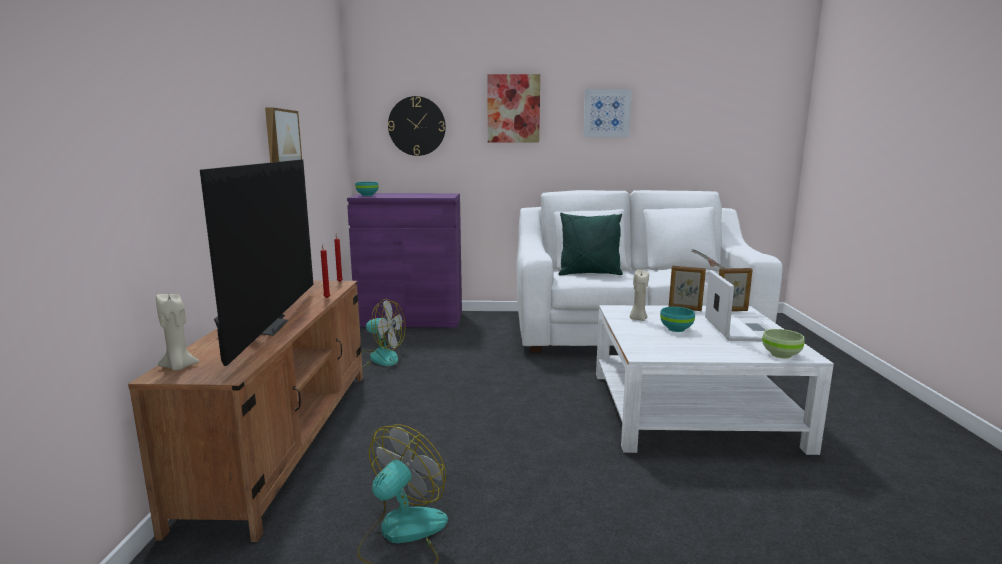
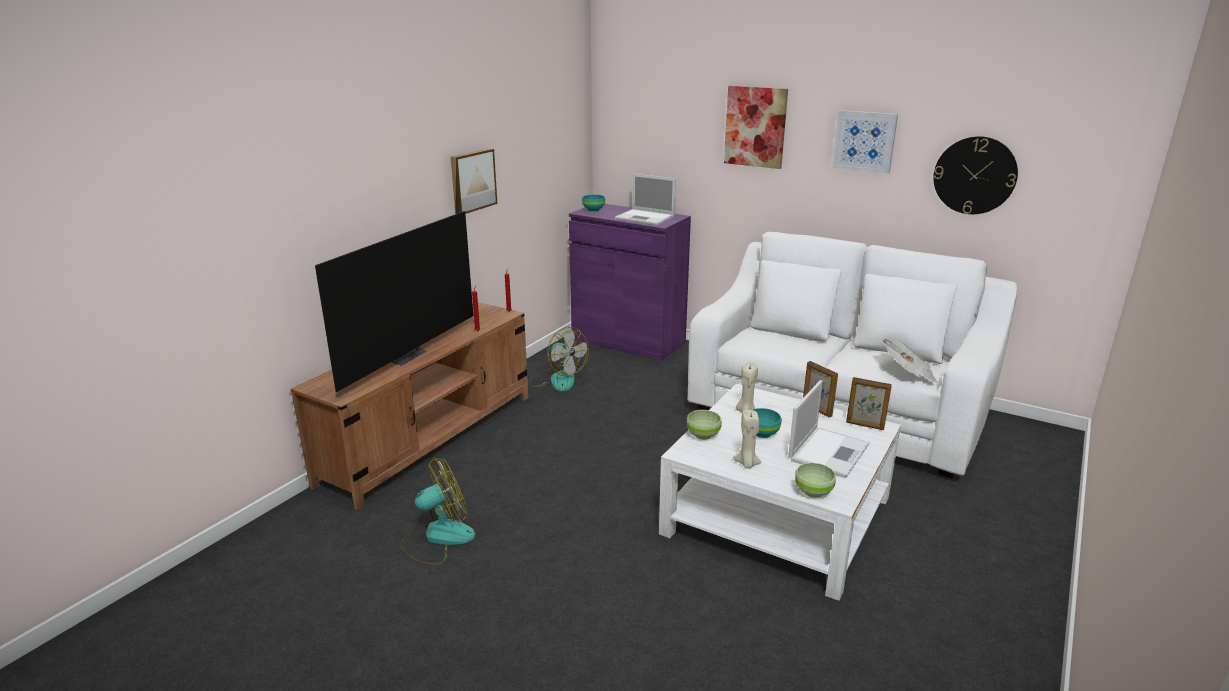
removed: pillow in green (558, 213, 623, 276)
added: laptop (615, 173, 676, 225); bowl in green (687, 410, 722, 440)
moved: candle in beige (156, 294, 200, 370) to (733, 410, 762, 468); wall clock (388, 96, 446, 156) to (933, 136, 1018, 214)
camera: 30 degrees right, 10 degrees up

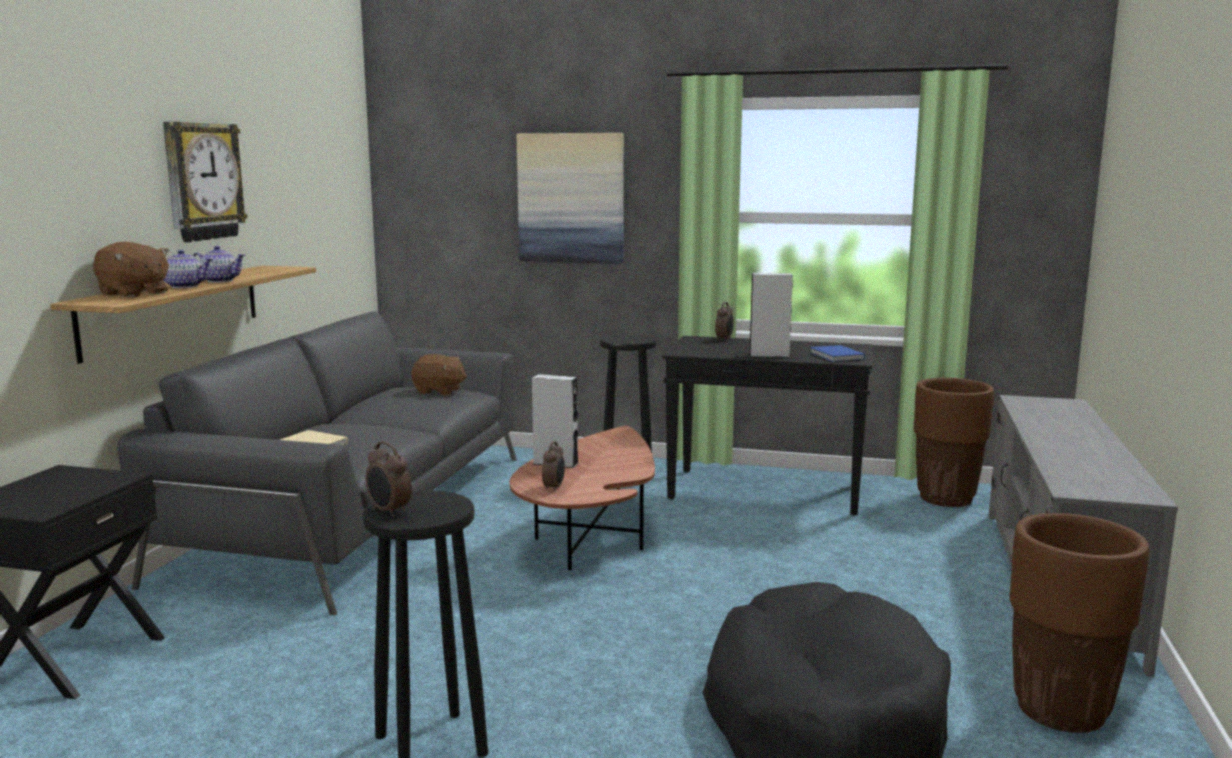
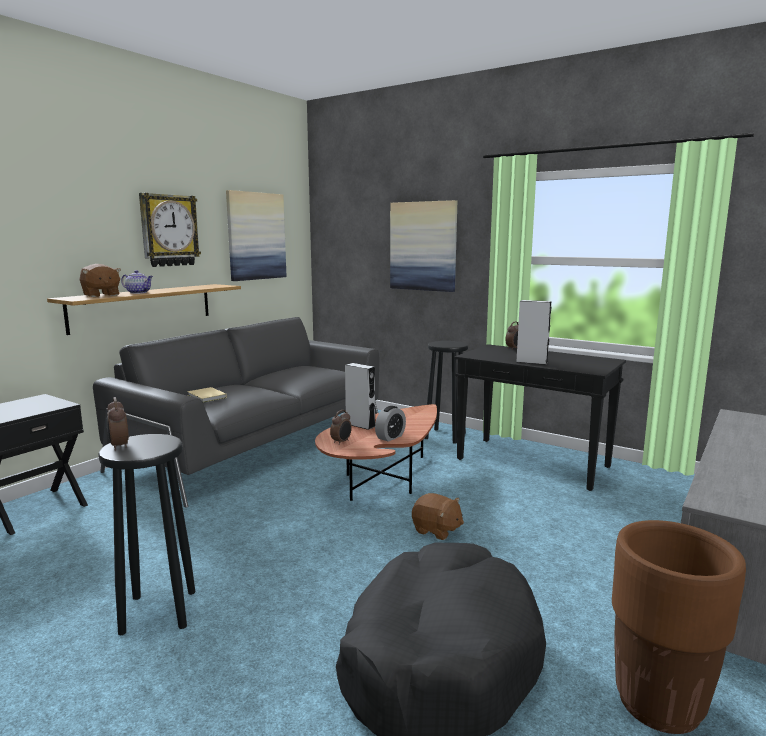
removed: teapot (193, 246, 245, 283); book in blue (810, 345, 865, 362); planter in brown (914, 378, 994, 507)
added: picture (226, 190, 286, 281); alarm clock (375, 406, 406, 442)
moved: plush toy in brown (411, 354, 467, 396) to (412, 493, 464, 540)
camera: 20 degrees right, 0 degrees up

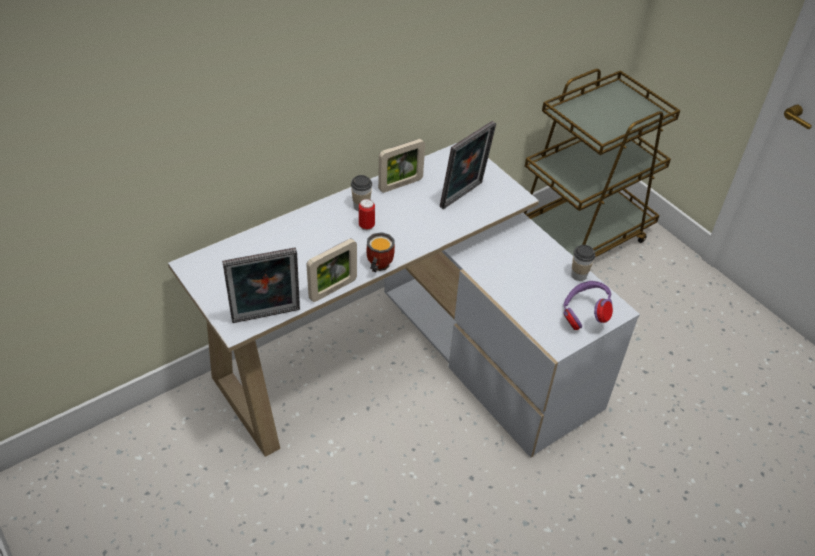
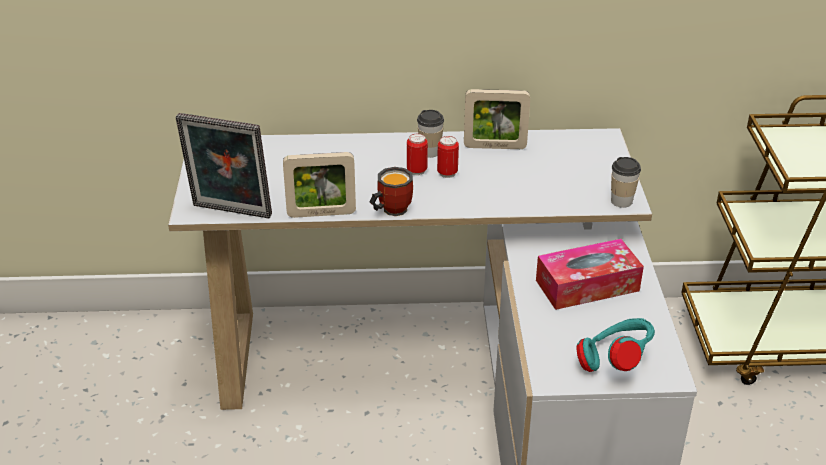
removed: picture frame (440, 121, 496, 209)
added: can (437, 136, 459, 178); tissue box (536, 239, 644, 310)
moved: cup (571, 245, 596, 281) to (611, 157, 641, 208)
recoloured: headphones in purple (563, 281, 613, 330) to headphones in turquoise (576, 318, 655, 372)
camera: 35 degrees right, 10 degrees down

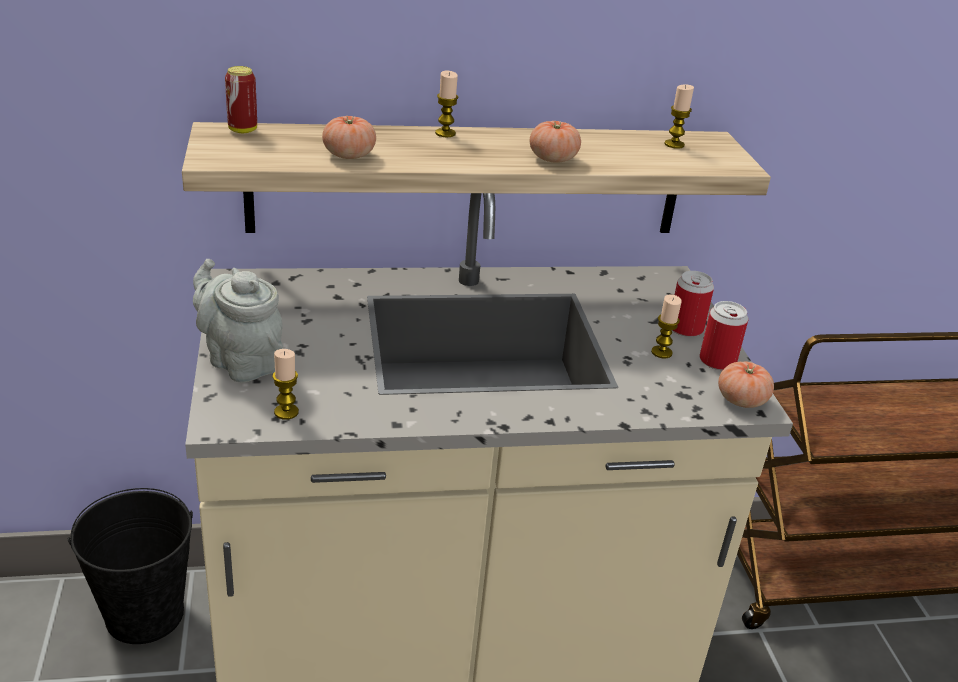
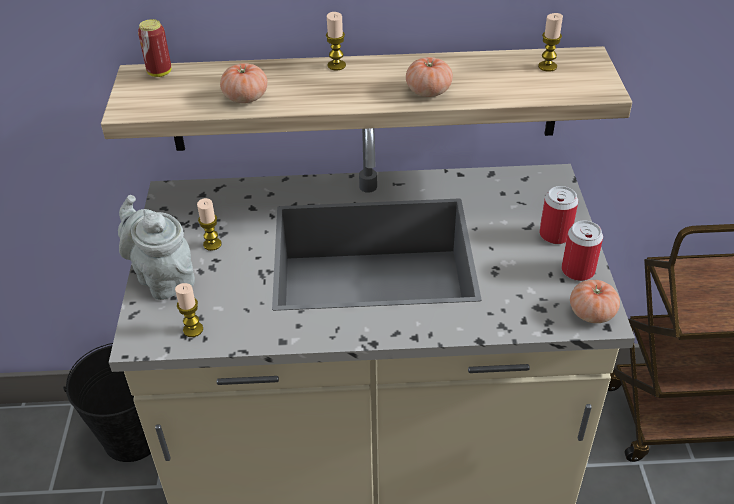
moved: candle (651, 294, 682, 358) to (197, 198, 222, 251)
camera: 10 degrees right, 10 degrees up

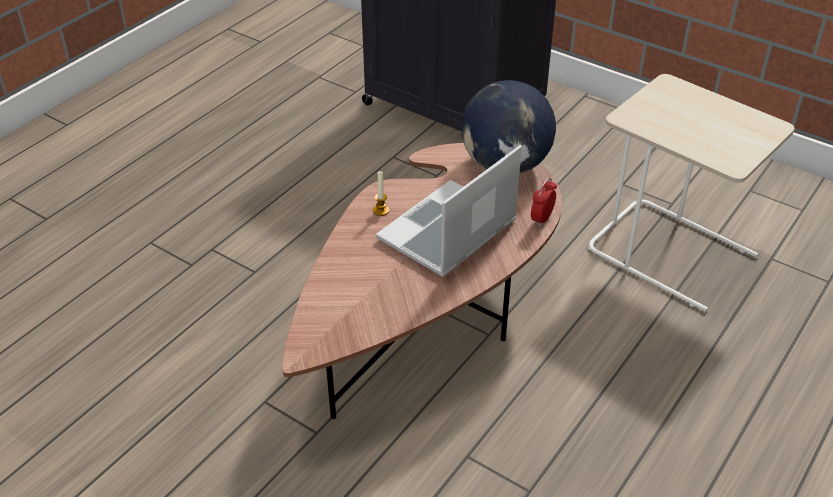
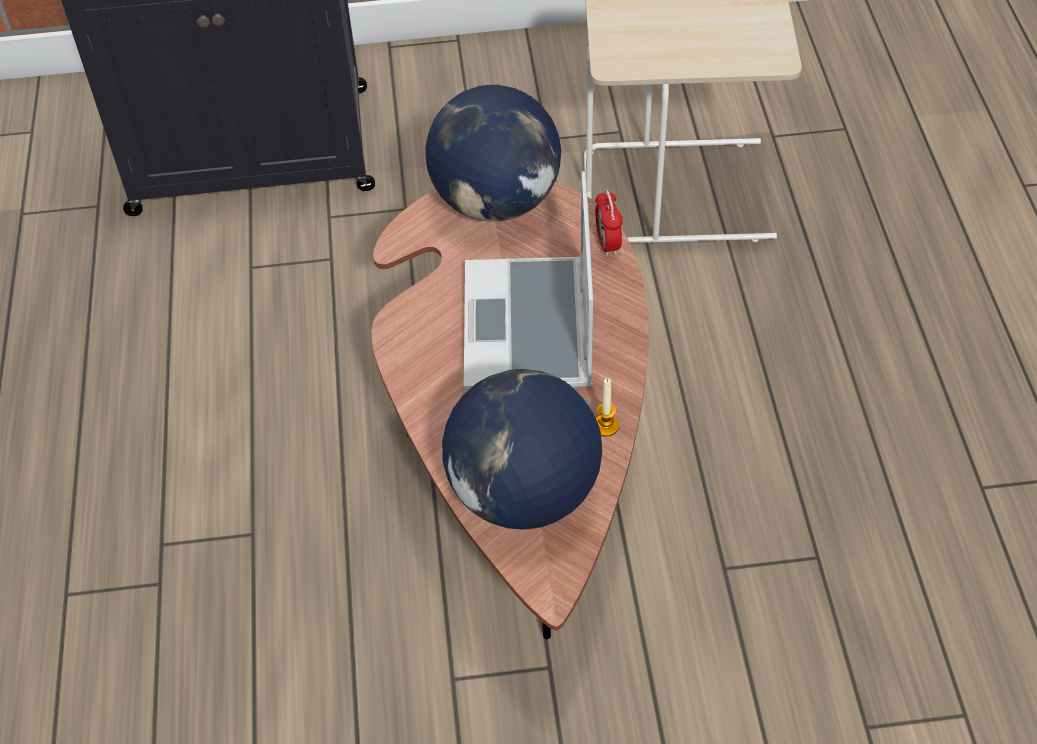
added: globe (442, 369, 602, 529)
moved: candle (373, 171, 390, 216) to (596, 378, 619, 436)
camera: 40 degrees left, 10 degrees up

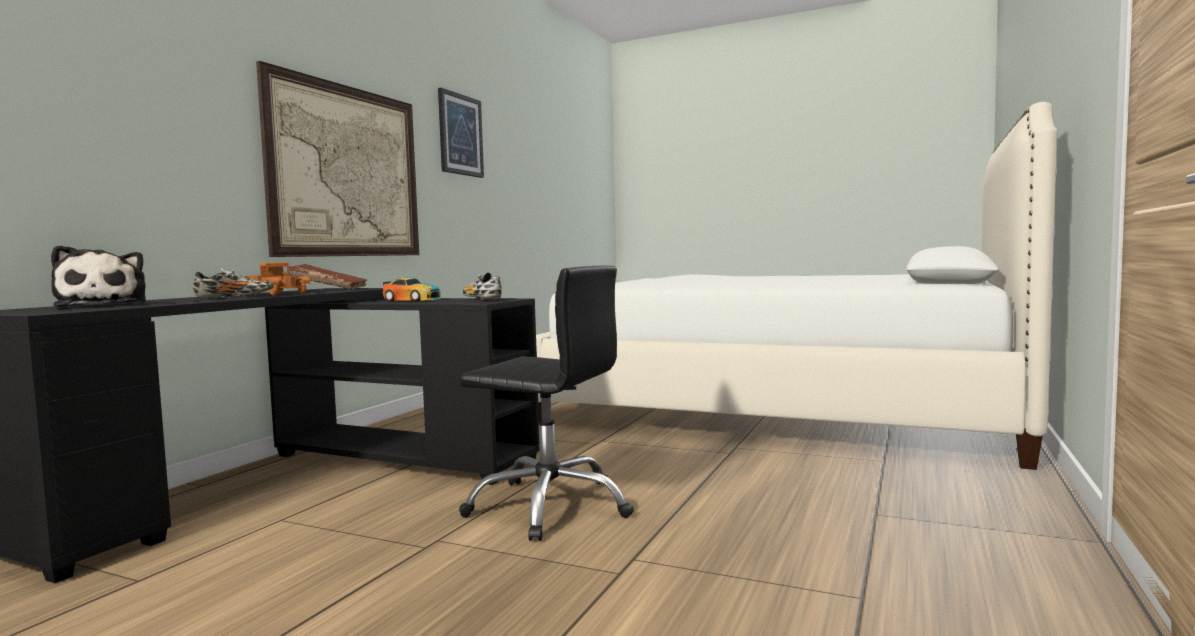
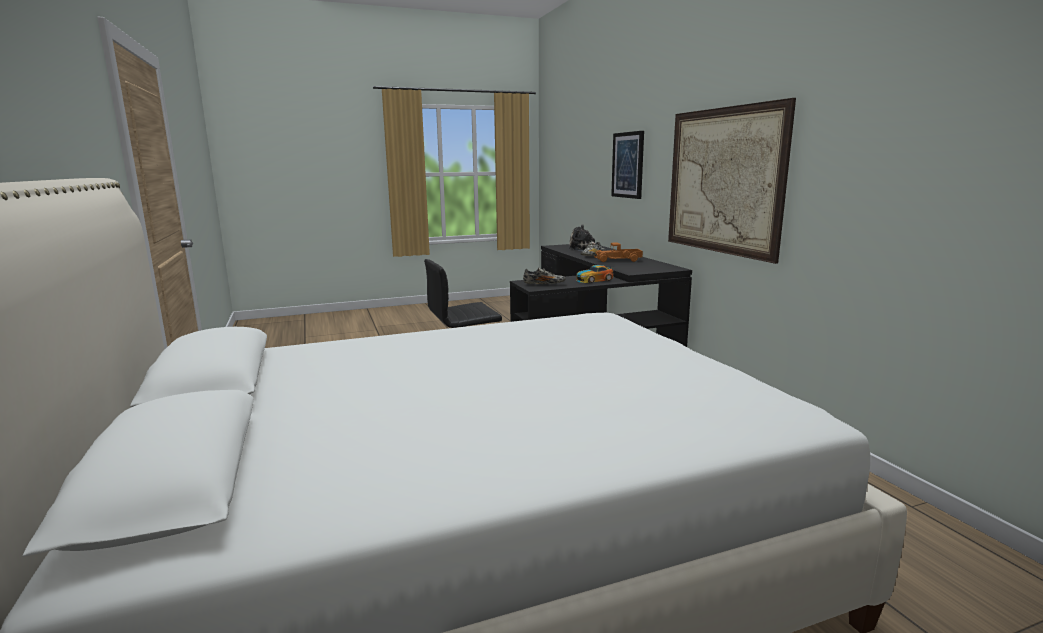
removed: book in brown (286, 264, 367, 290)
moved: picture (438, 88, 484, 178) to (611, 131, 644, 199)
camera: 135 degrees right, 10 degrees up

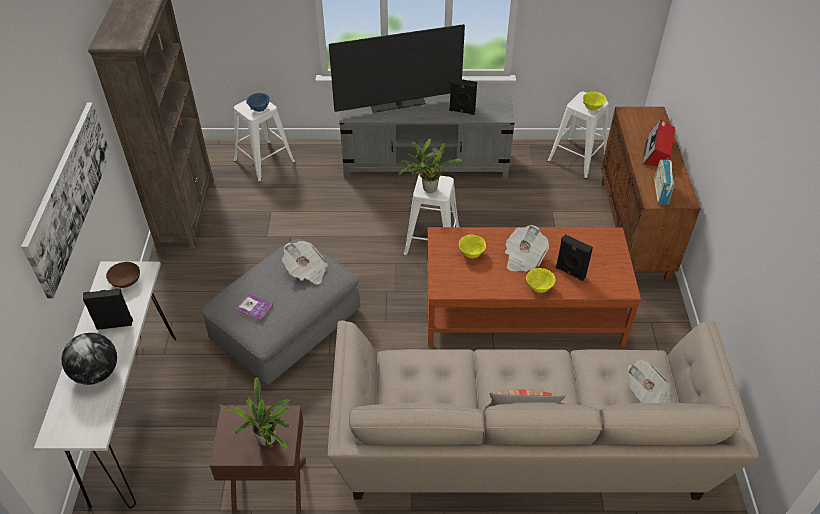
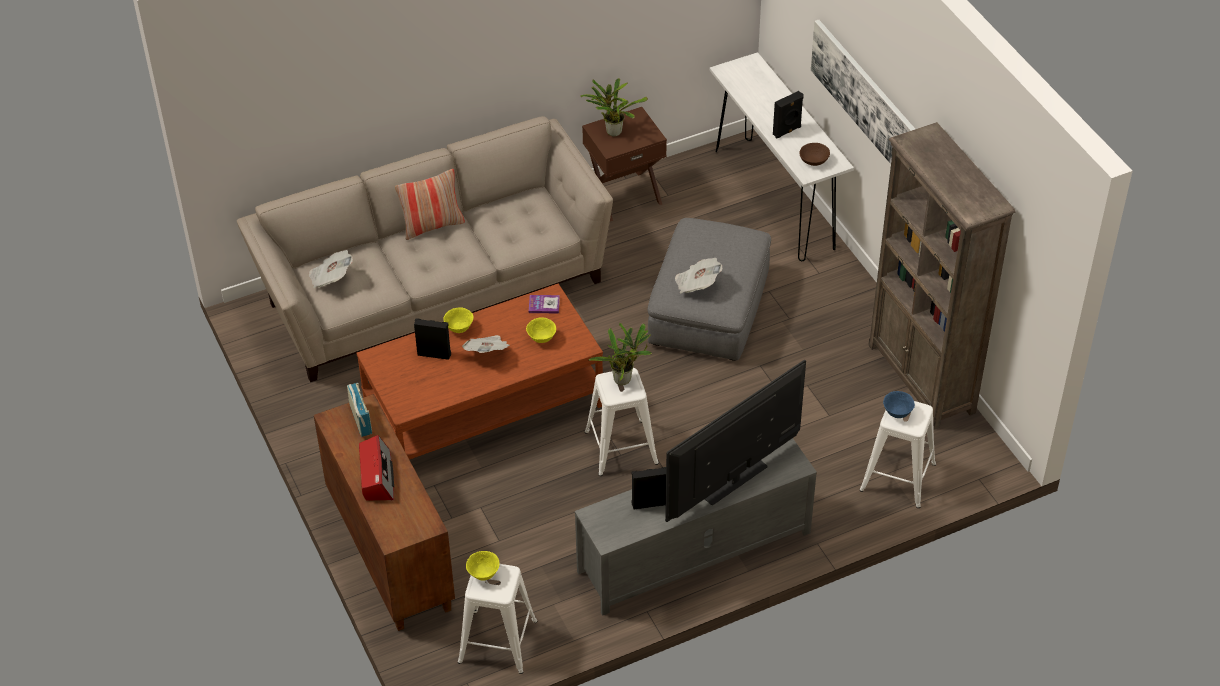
removed: globe (62, 333, 117, 385)
moved: book (236, 294, 273, 321) to (529, 295, 560, 313)
camera: 155 degrees right, 0 degrees up

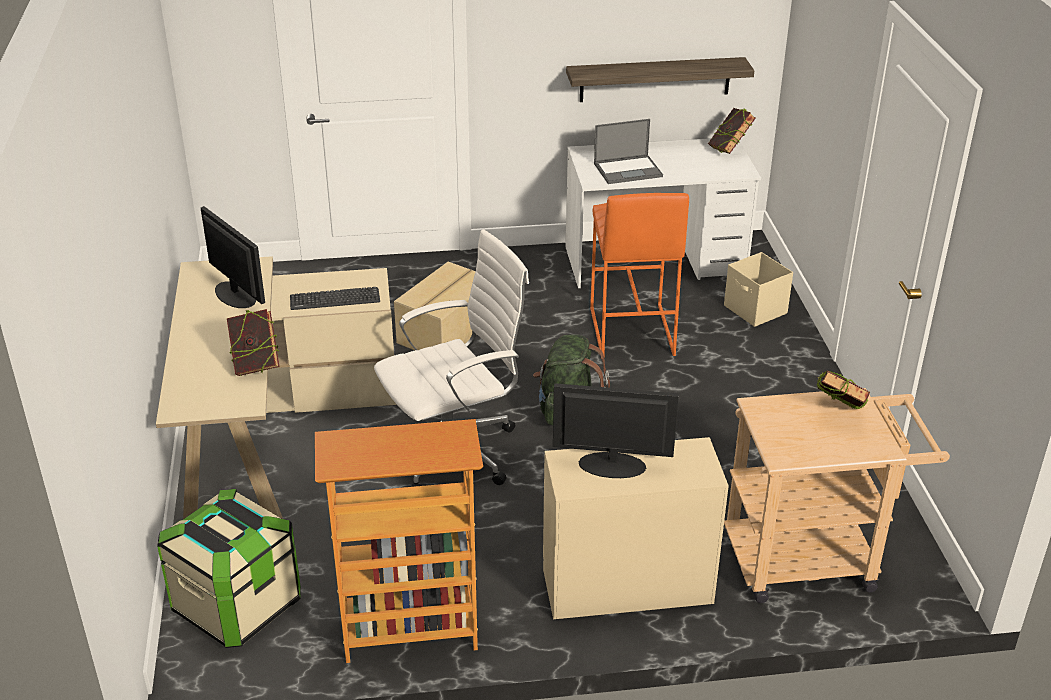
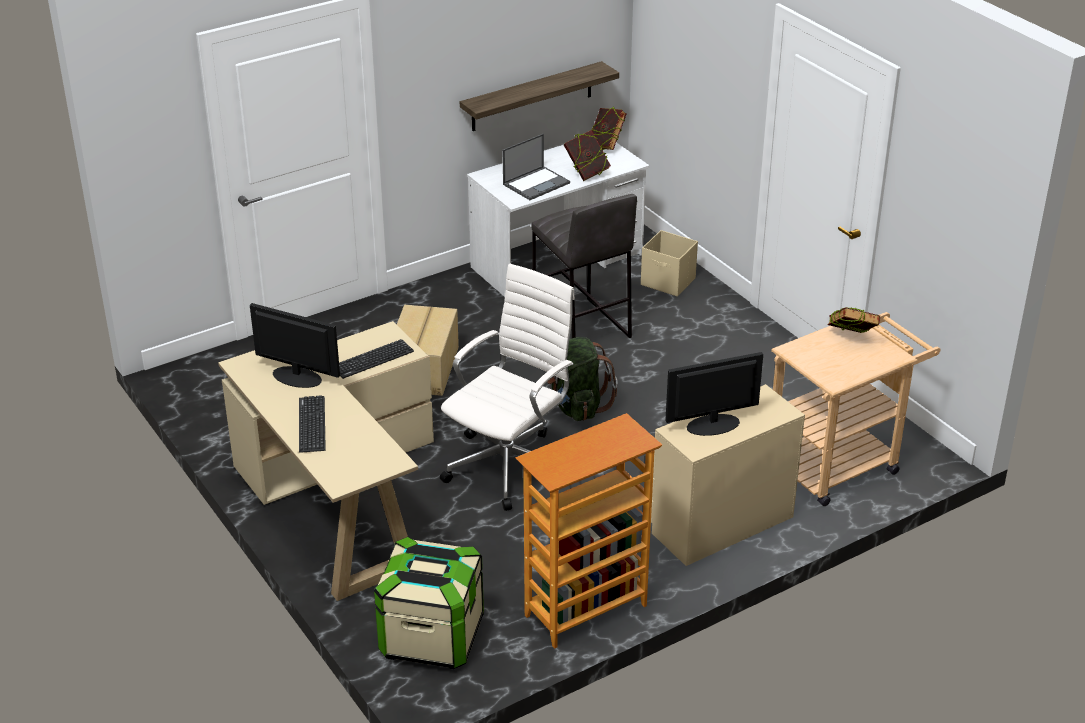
added: keyboard (299, 395, 326, 453)
moved: book (227, 309, 280, 376) to (564, 130, 611, 181)
recoloured: stool in orange (590, 193, 689, 359) to stool in grey (531, 194, 637, 338)
camera: 25 degrees left, 0 degrees up

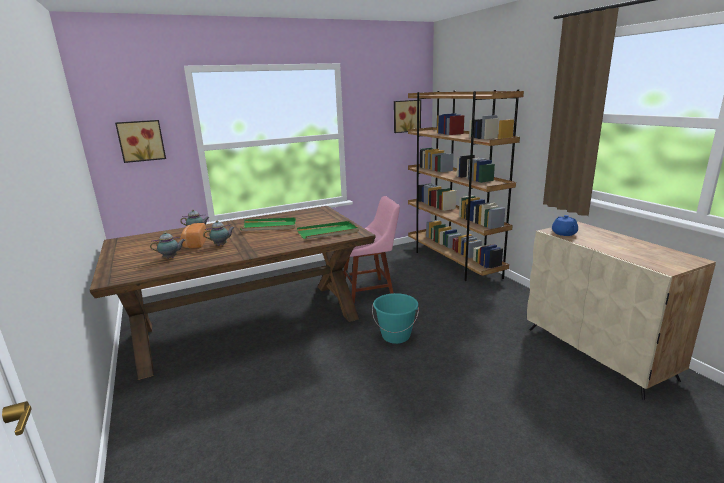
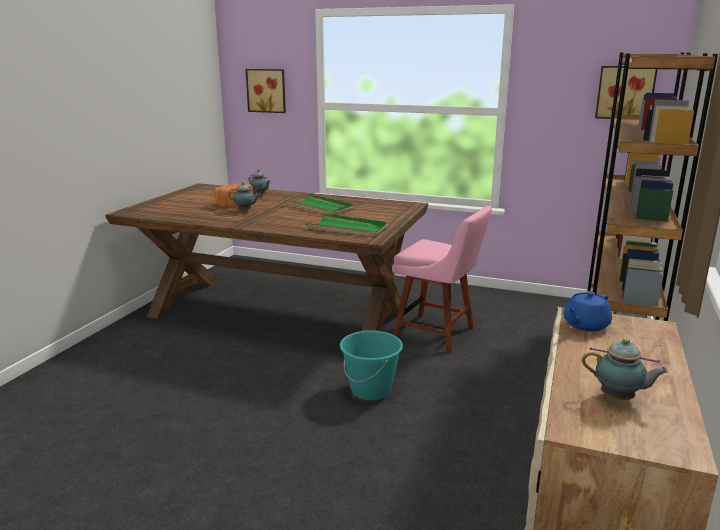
moved: teapot (150, 232, 185, 259) to (582, 338, 669, 400)
camera: 45 degrees right, 0 degrees up

